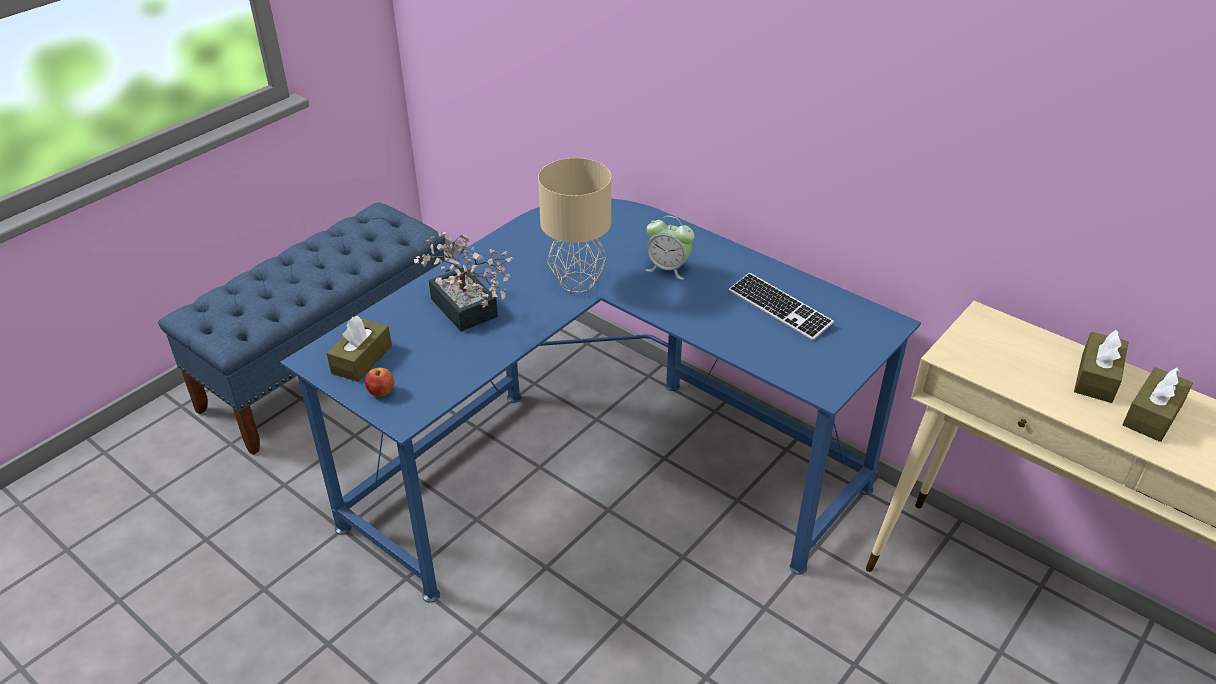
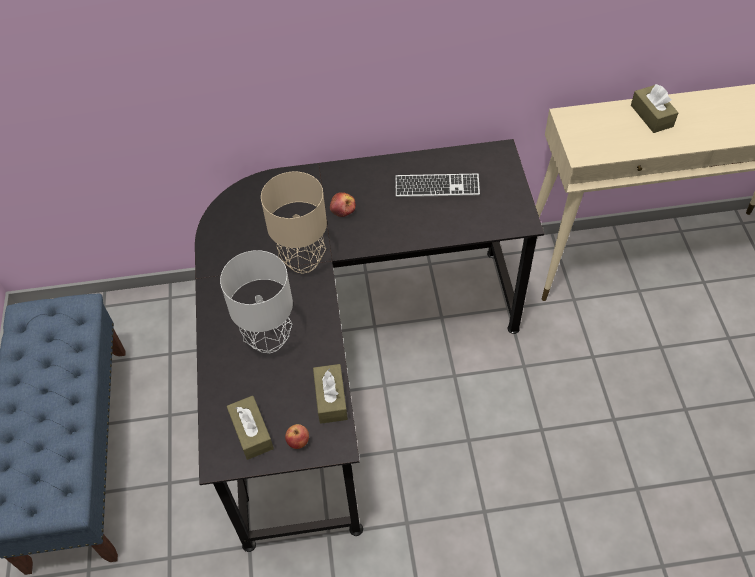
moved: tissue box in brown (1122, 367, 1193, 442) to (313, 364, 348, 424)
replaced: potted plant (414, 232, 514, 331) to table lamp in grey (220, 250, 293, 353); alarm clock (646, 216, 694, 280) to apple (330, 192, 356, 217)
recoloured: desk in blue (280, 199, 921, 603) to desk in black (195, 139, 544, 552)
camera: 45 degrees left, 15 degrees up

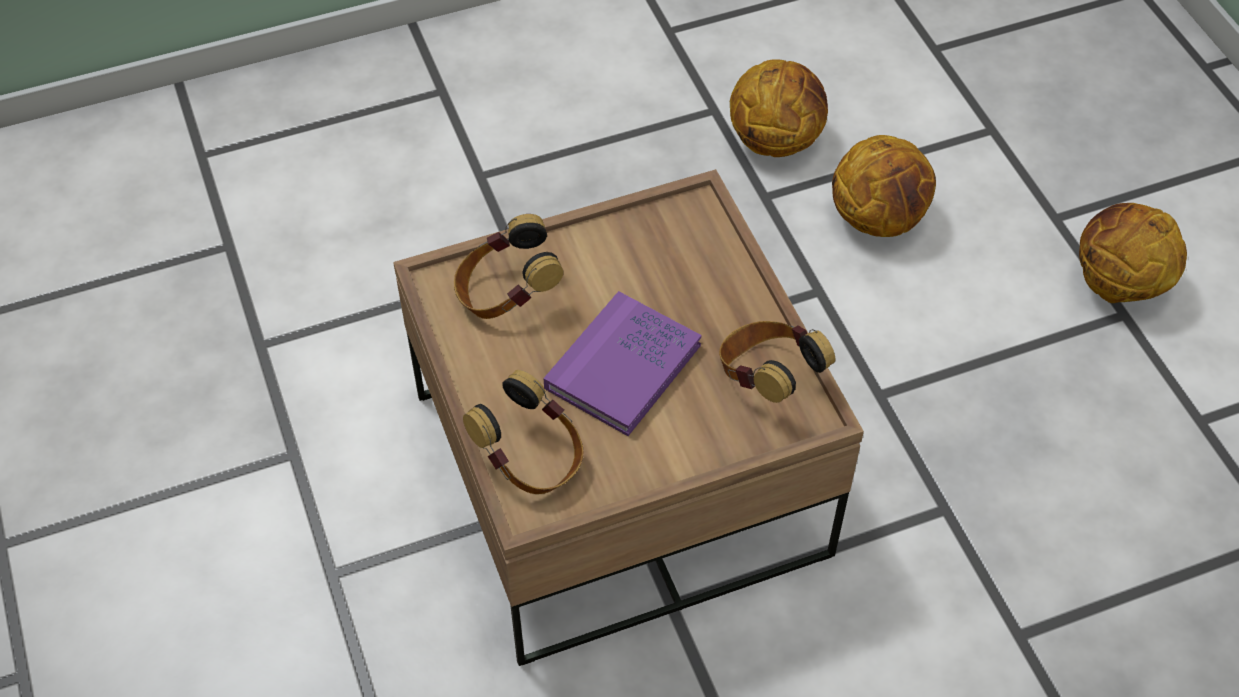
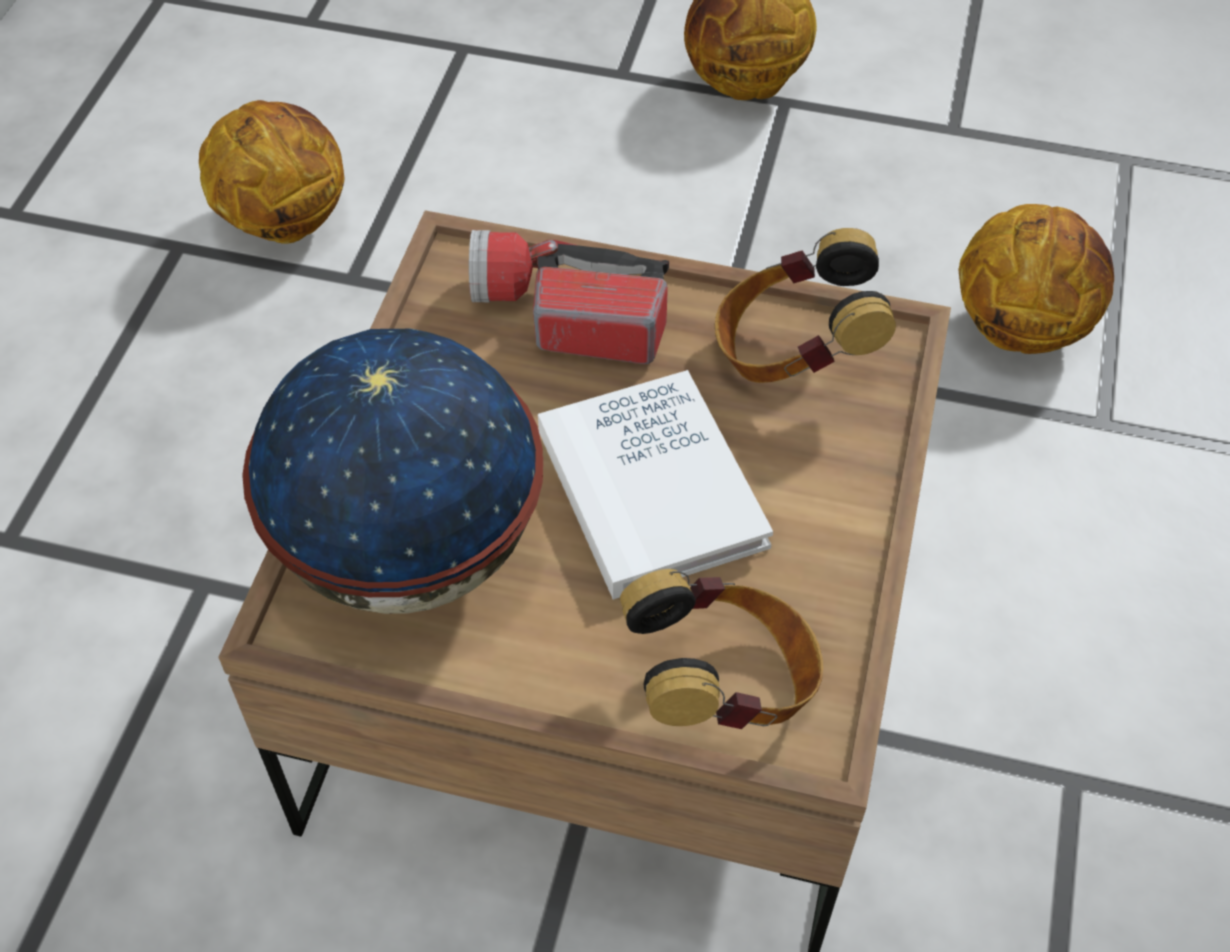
added: flashlight (469, 230, 669, 364)
moved: basketball (832, 135, 936, 237) to (959, 204, 1114, 354)
replaced: headphones (454, 214, 563, 319) to globe (242, 329, 543, 614)
recoloured: book in purple (543, 291, 701, 436) to book in white (538, 370, 773, 600)
camera: 55 degrees left, 0 degrees up

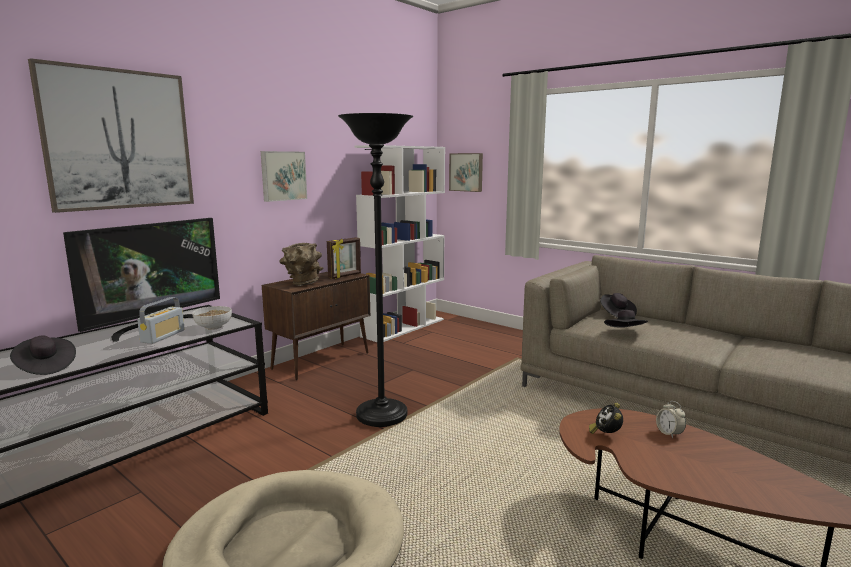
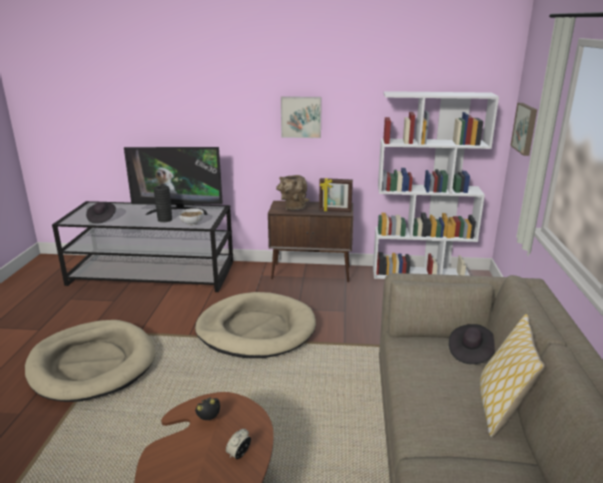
removed: picture (28, 58, 194, 213); hat in black (604, 310, 648, 327)
added: pillow (480, 314, 545, 437)
replaced: radio (137, 297, 185, 344) to vase in black (154, 185, 172, 222); floor lamp in black (338, 113, 413, 427) to dog bed in beige (195, 292, 316, 358)
camera: 55 degrees right, 10 degrees up

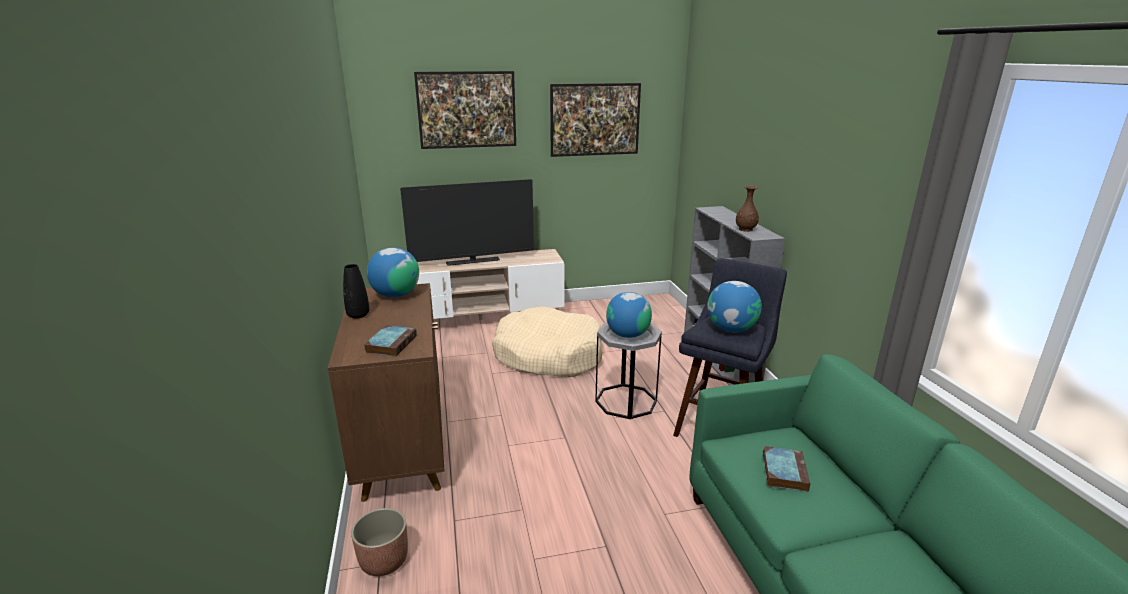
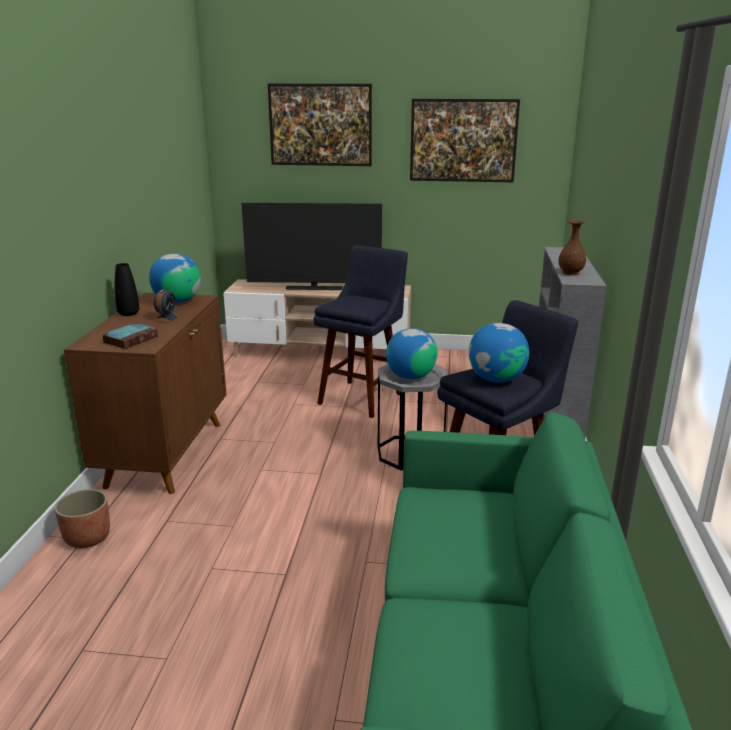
removed: book (763, 446, 810, 492)
added: alarm clock (154, 289, 179, 323)
replaced: dog bed in beige (492, 307, 602, 377) to stool in blue (313, 245, 408, 418)
camera: 20 degrees right, 0 degrees up

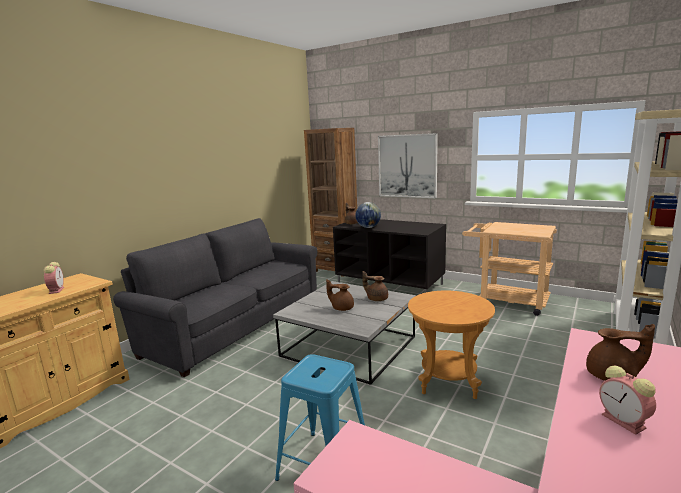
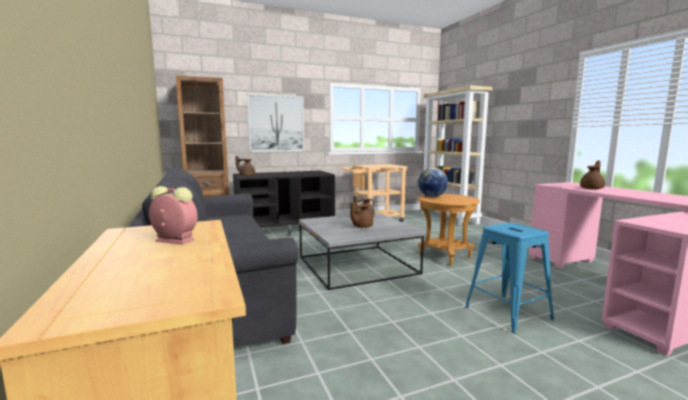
removed: alarm clock (599, 366, 656, 435)
moved: globe (355, 202, 381, 228) to (418, 168, 448, 197)
camera: 55 degrees left, 5 degrees down

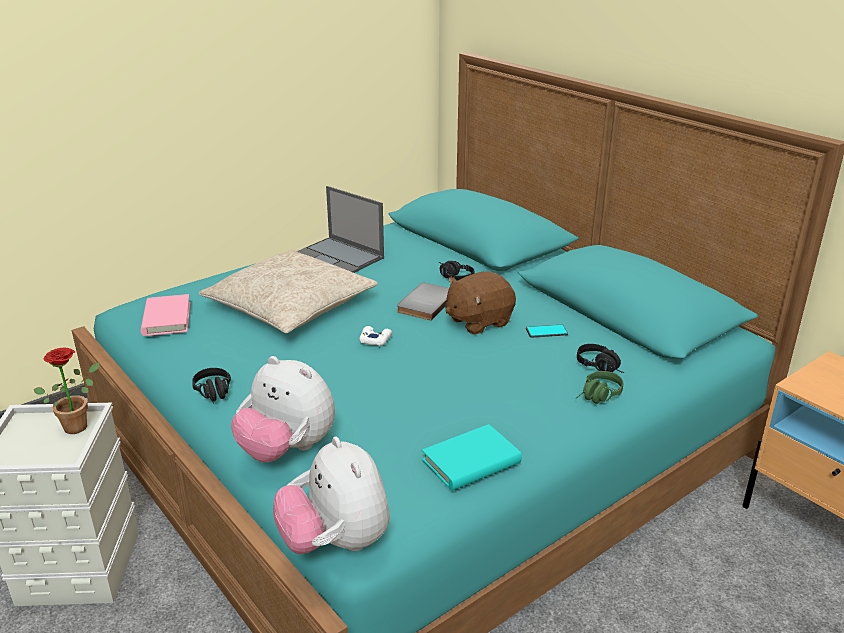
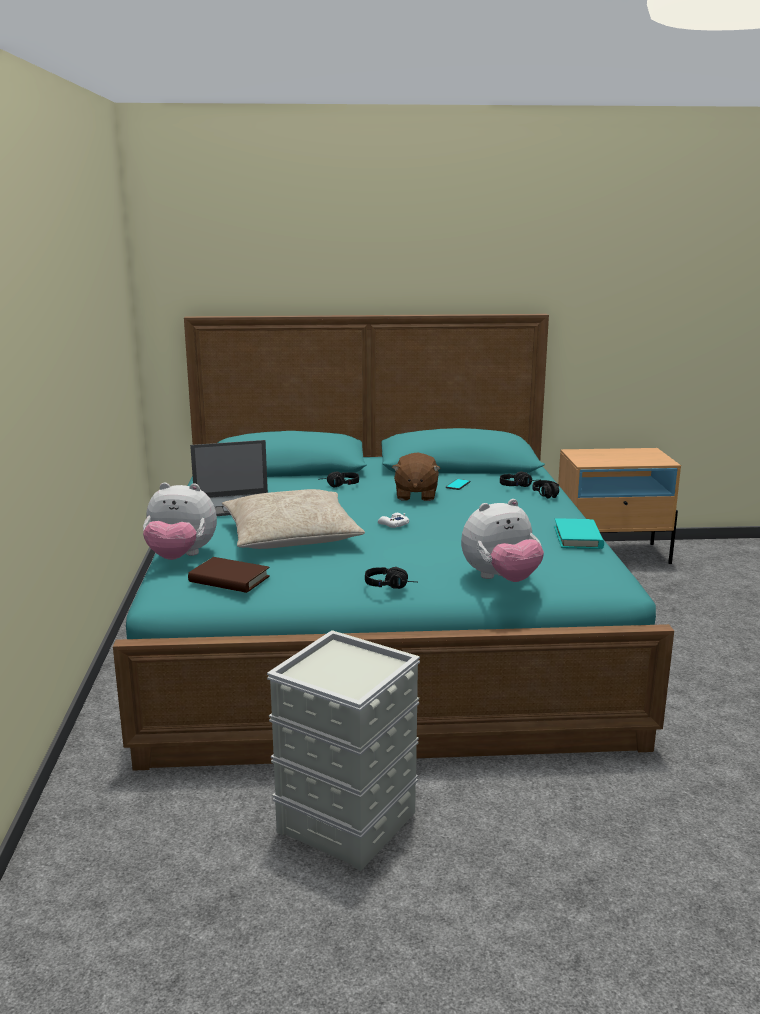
removed: potted plant (34, 348, 99, 434); book in grey (397, 283, 449, 321)
moved: plush toy (273, 436, 390, 554) to (143, 482, 217, 560)
recoloured: book in pink (141, 294, 190, 336) to book in brown (188, 557, 270, 593); headphones in green (576, 371, 623, 404) to headphones in black (532, 480, 559, 498)
camera: 55 degrees left, 10 degrees down

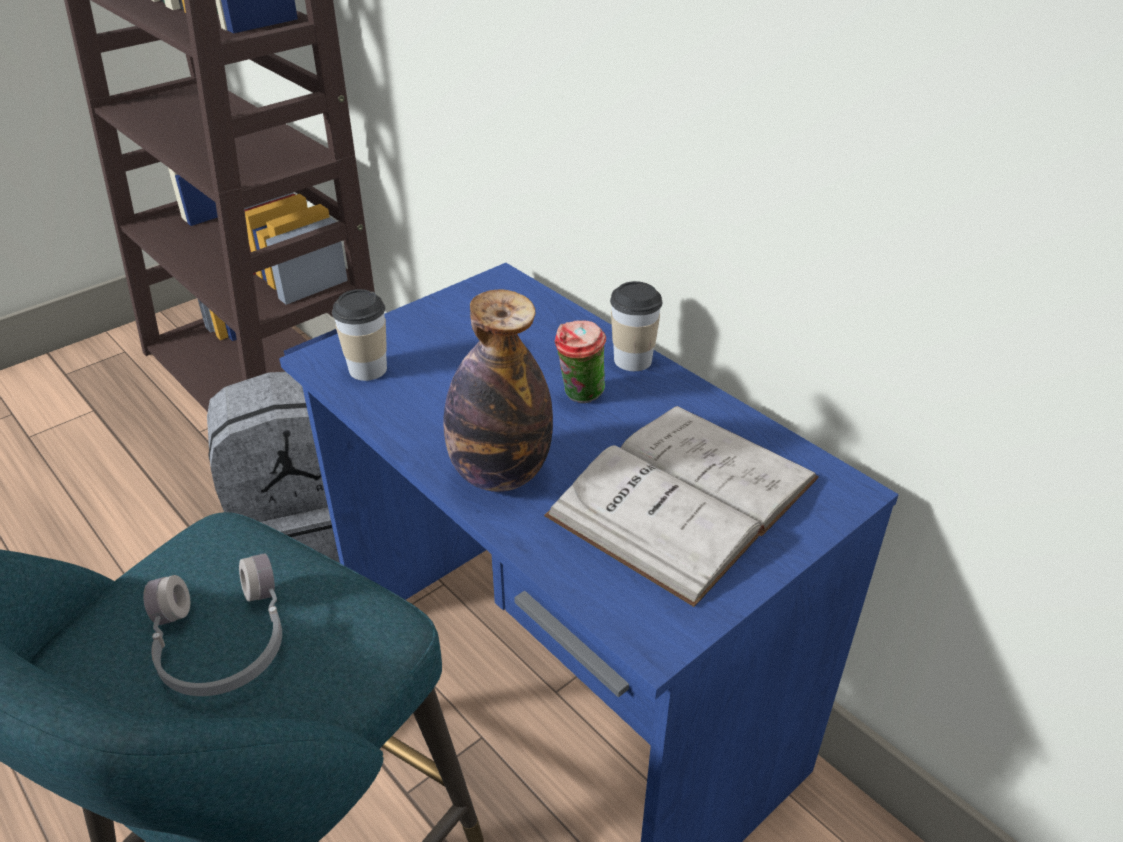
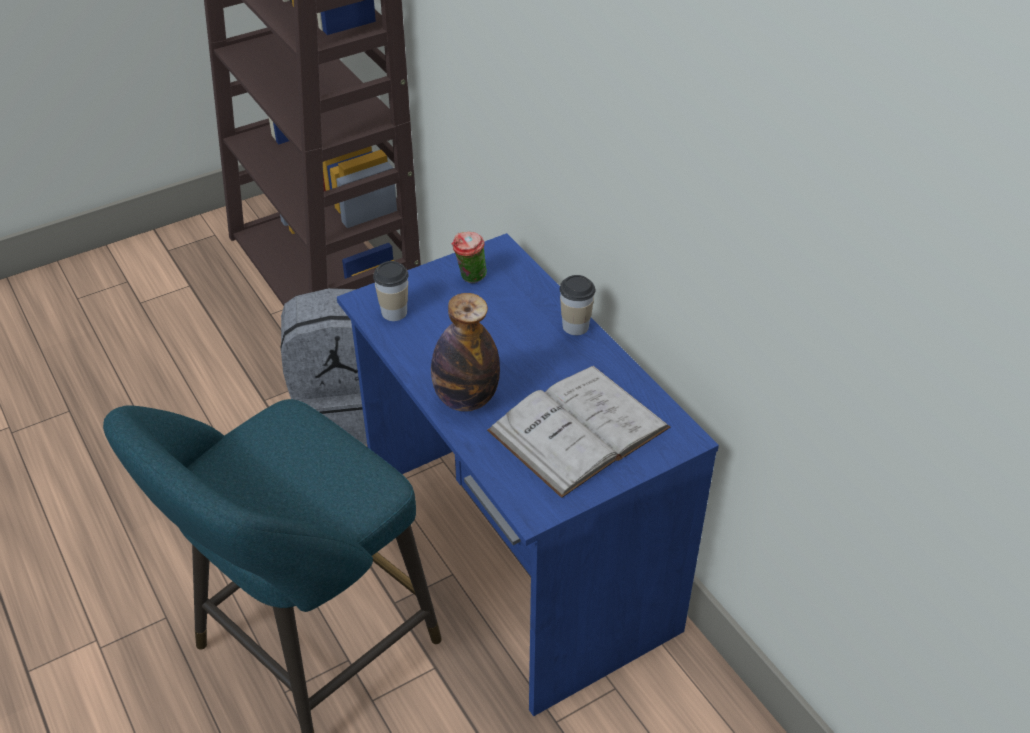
removed: headphones in grey (143, 553, 282, 696)
moved: cup (554, 321, 606, 403) to (451, 232, 487, 283)
camera: 10 degrees right, 5 degrees up

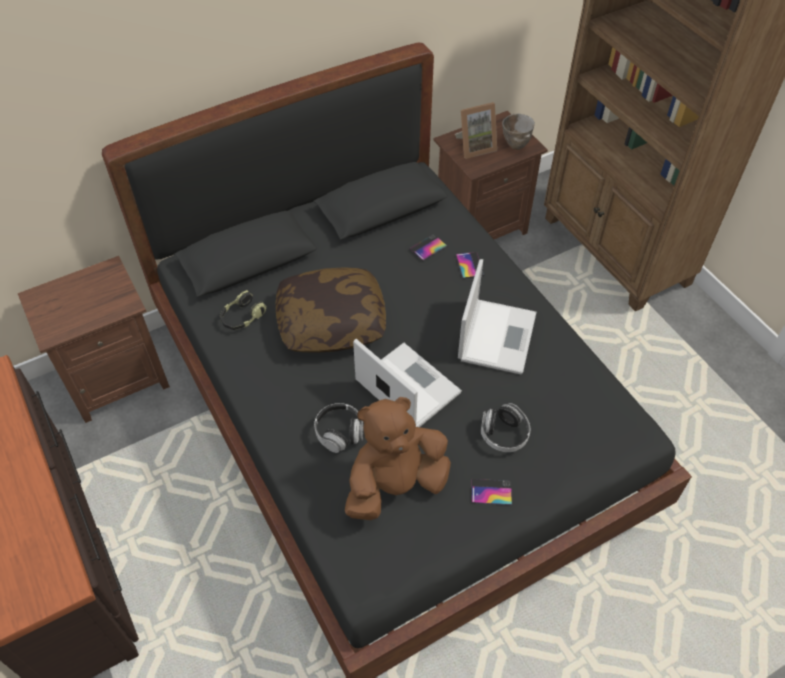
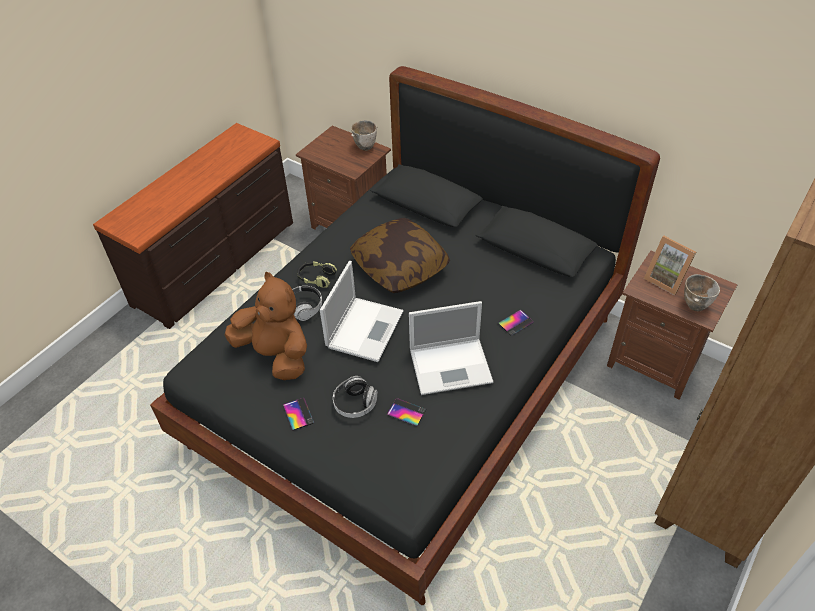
added: bowl (351, 120, 377, 151)
moved: headphones (220, 290, 267, 330) to (297, 261, 337, 288); phone (409, 234, 447, 260) to (387, 398, 426, 426)
camera: 65 degrees right, 5 degrees down

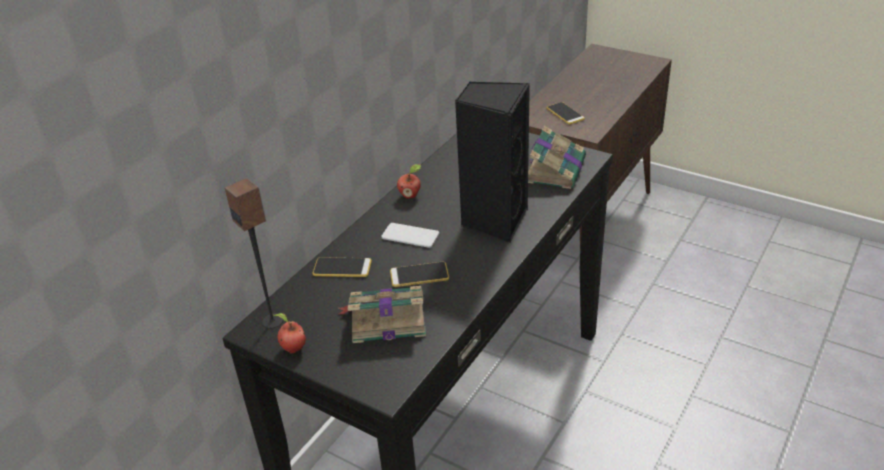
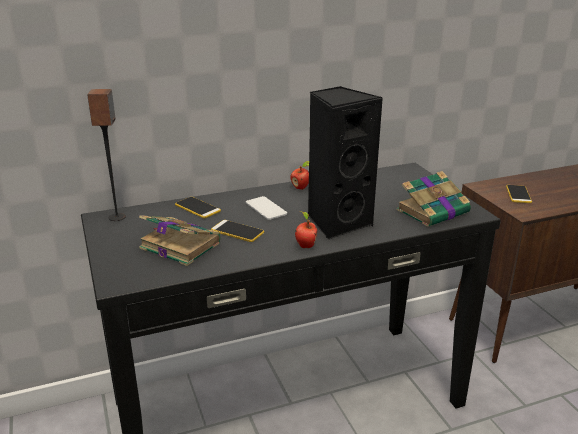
moved: apple (273, 313, 306, 354) to (295, 211, 317, 248)
camera: 35 degrees right, 10 degrees down

